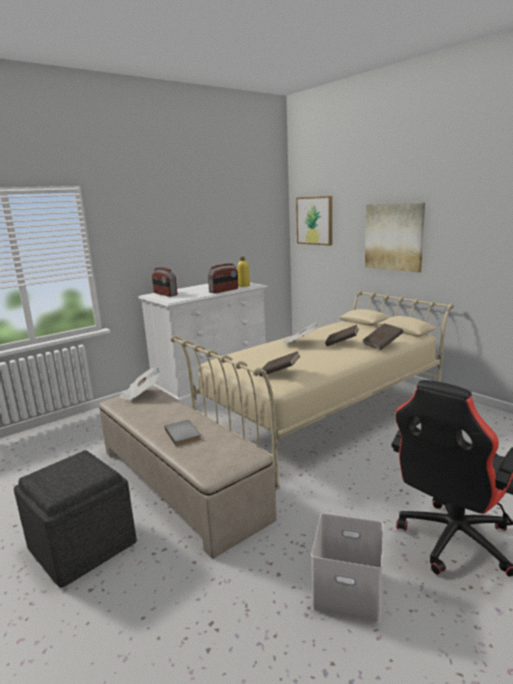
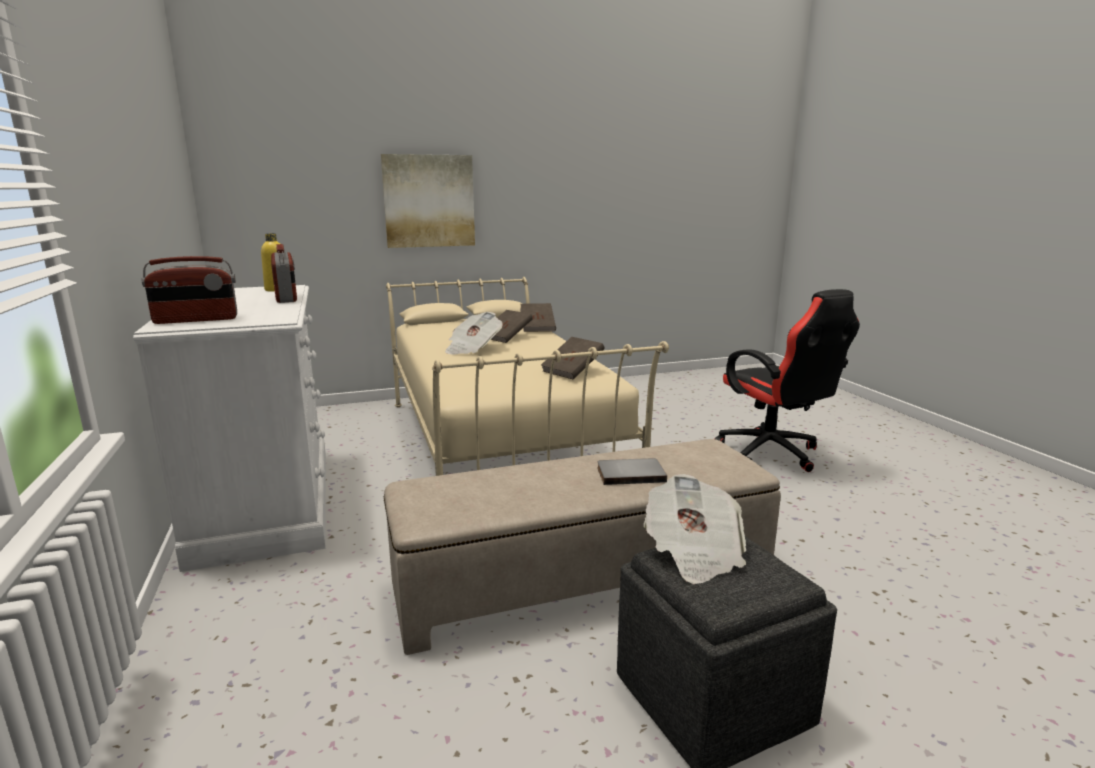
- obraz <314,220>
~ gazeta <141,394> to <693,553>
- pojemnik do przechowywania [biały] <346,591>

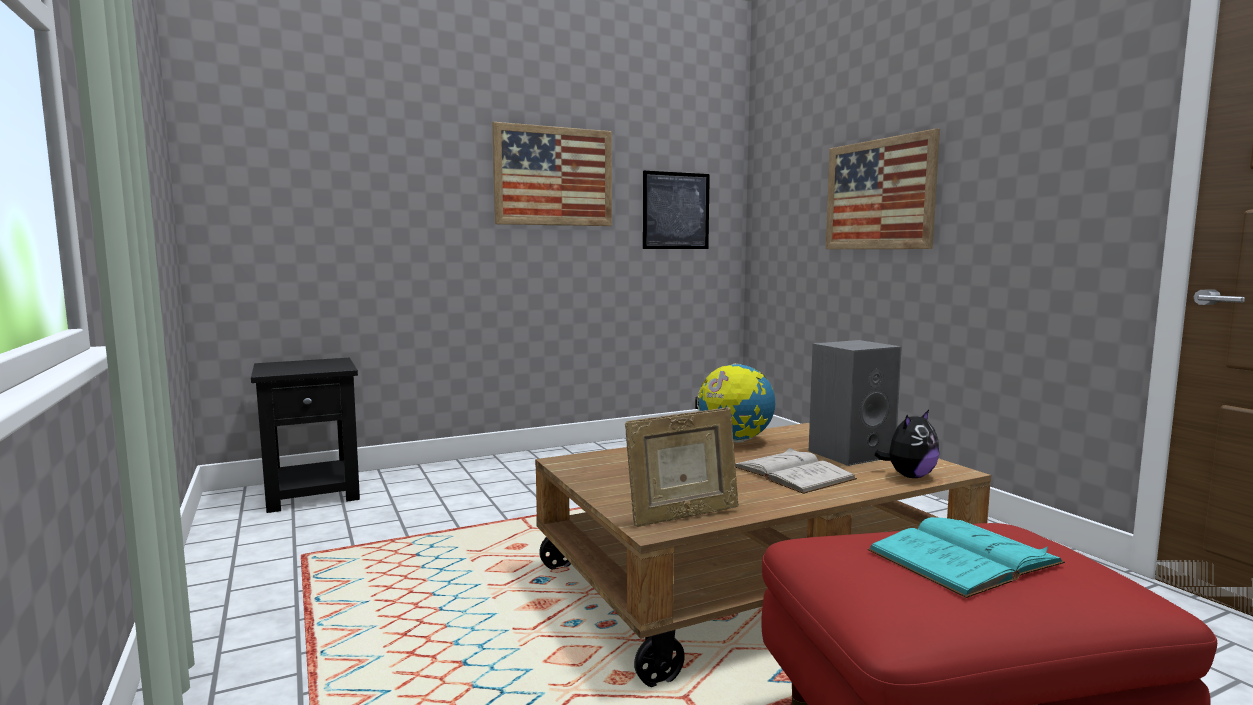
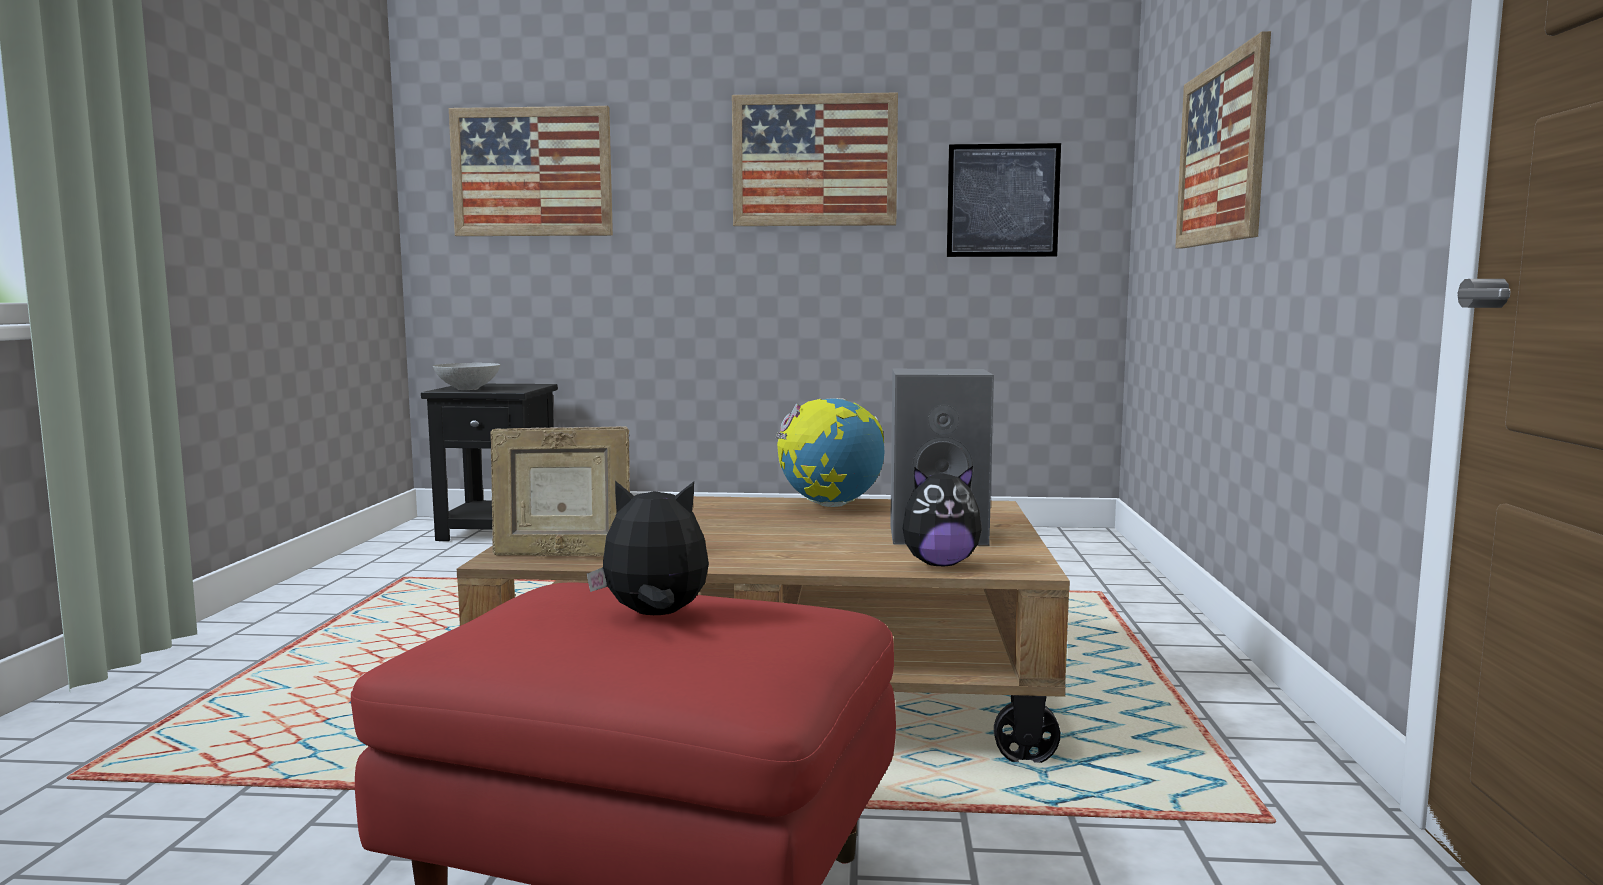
- książka [biały] <792,473>
~ książka [turkusowy] <963,556> to pluszak <655,616>
+ obraz <532,172>
+ miska [szary] <467,389>

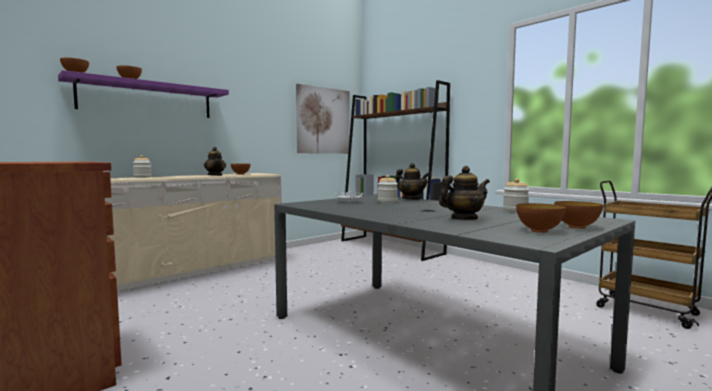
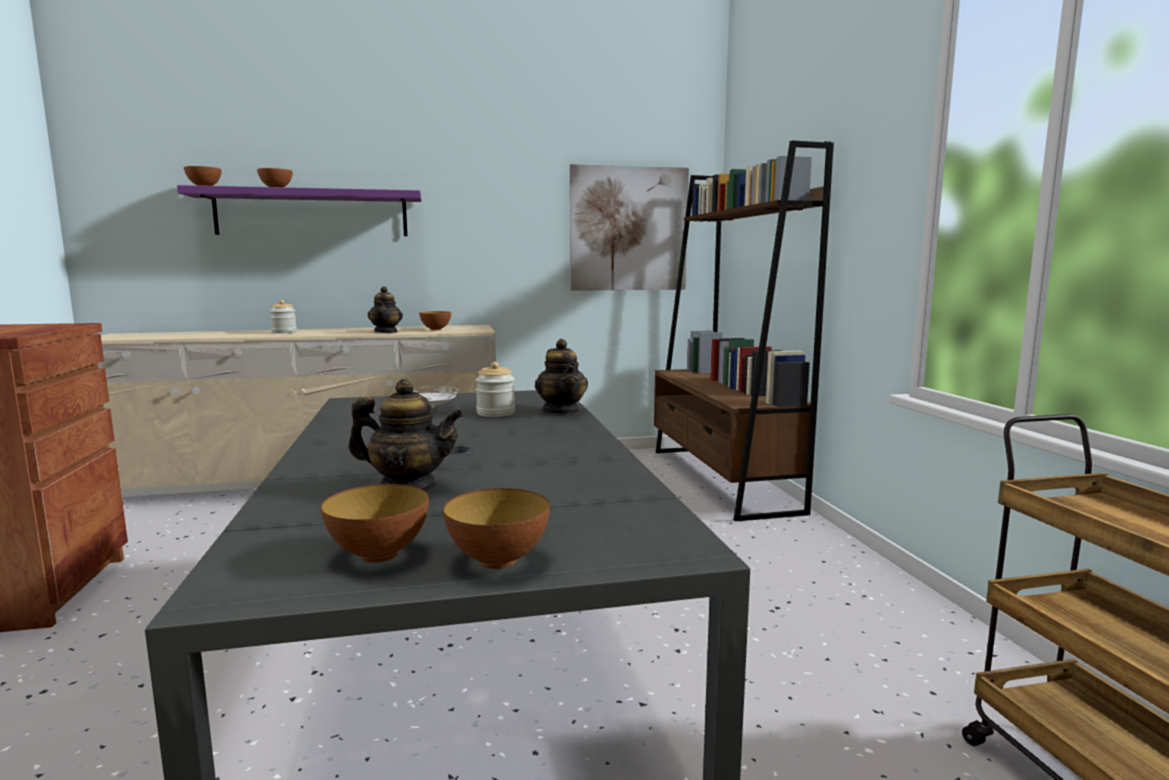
- słoik <515,211>

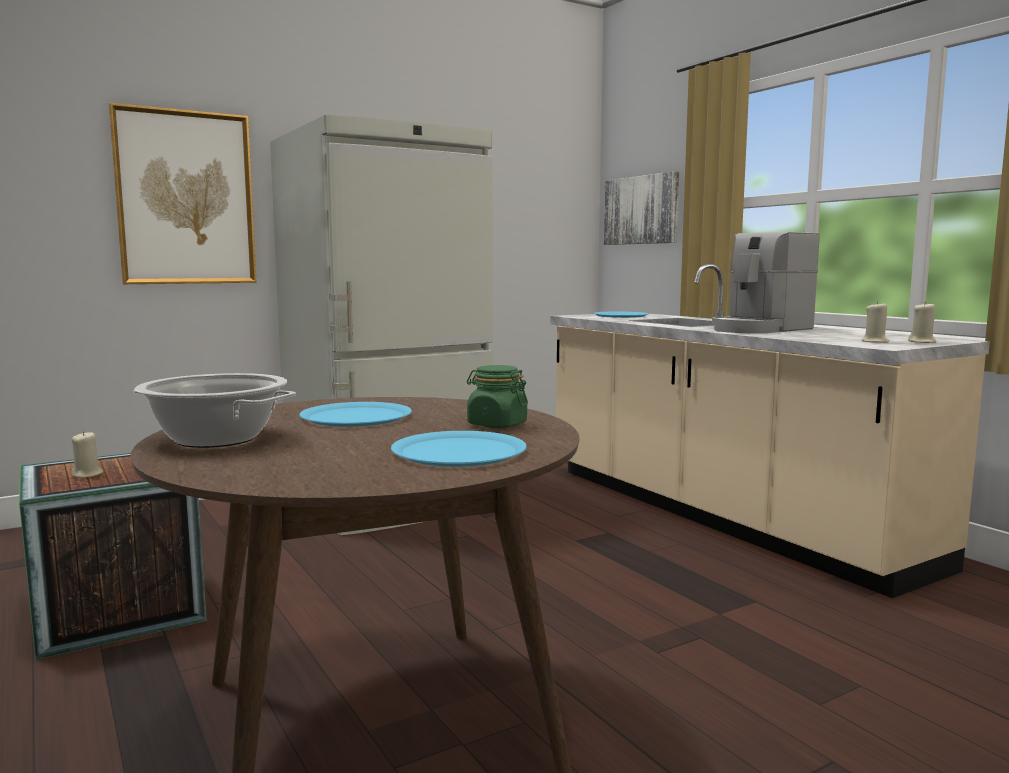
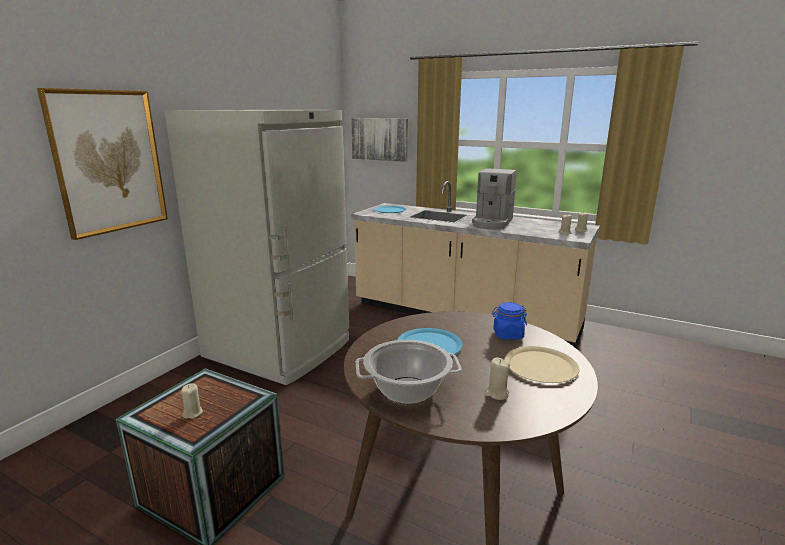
~ słoik [zielony] <496,424> to słoik [niebieski] <507,335>
~ talerz [niebieski] <458,451> to talerz [beżowy] <540,366>
+ świeca [beżowy] <497,393>

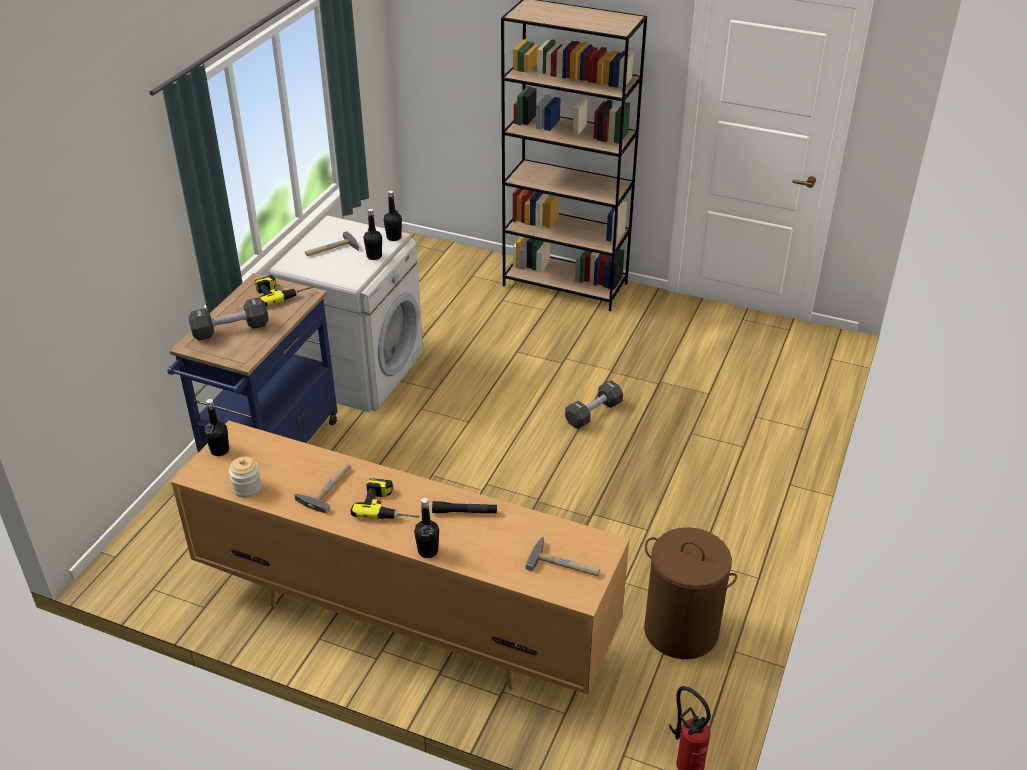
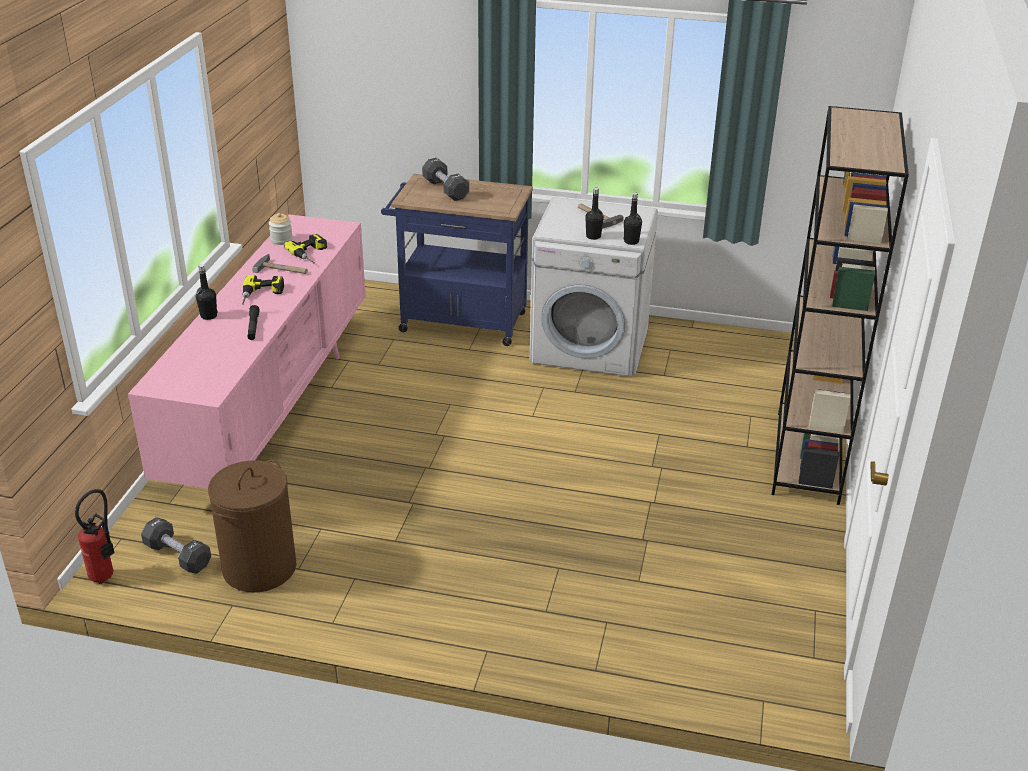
~ wiertarka <282,292> to <312,254>
~ hantel [czarny] <593,413> to <178,556>
- butelka [czarny] <220,450>
~ szafka [brązowy] <401,621> to szafka [różowy] <271,410>
- młotek <565,564>

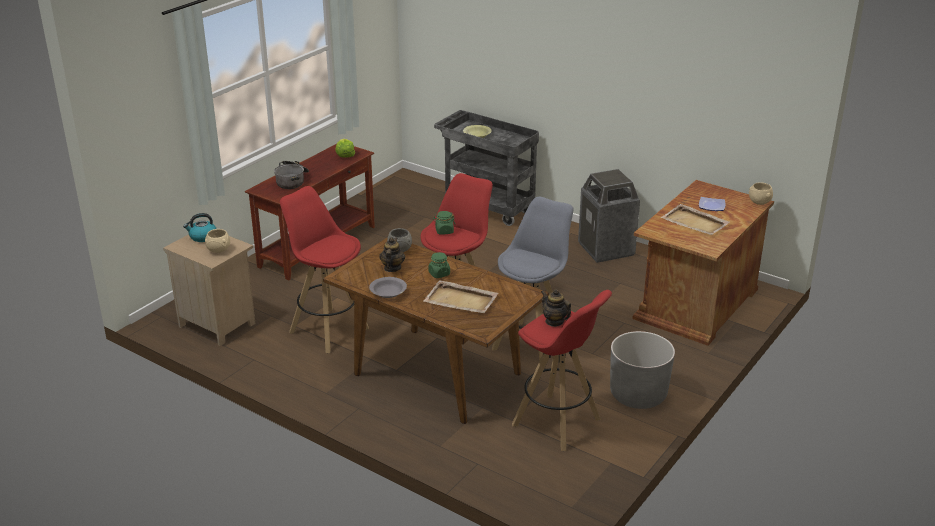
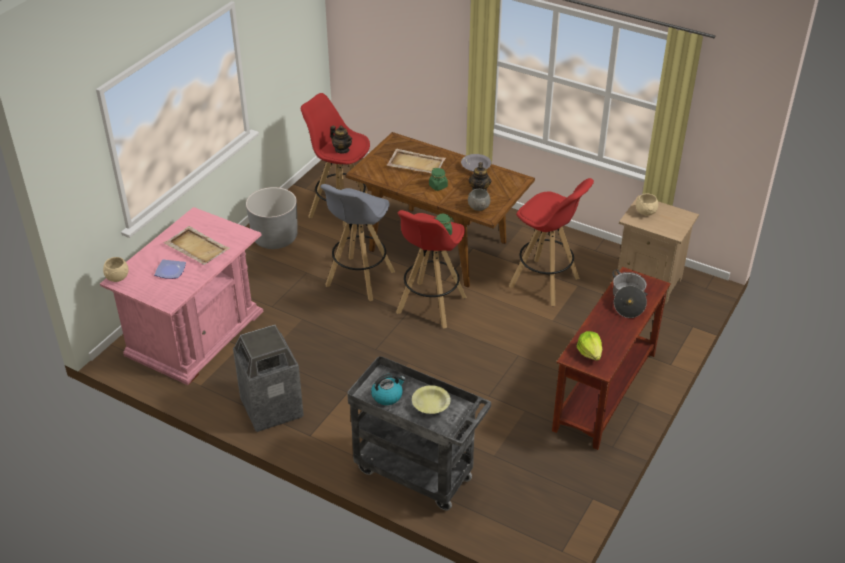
~ szafka [brązowy] <695,304> to szafka [różowy] <196,333>
~ czajnik <202,237> to <387,396>

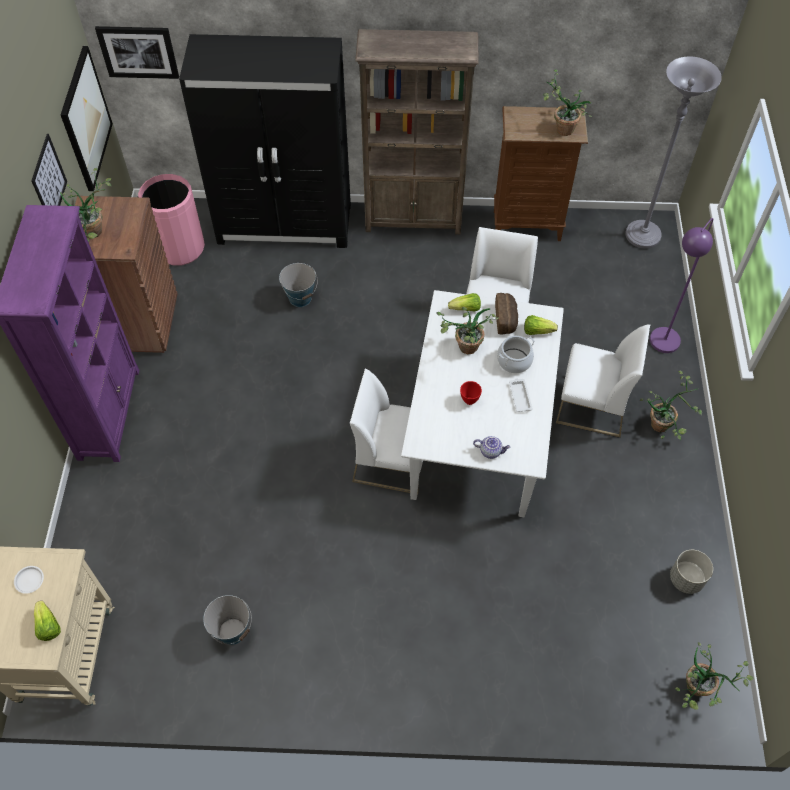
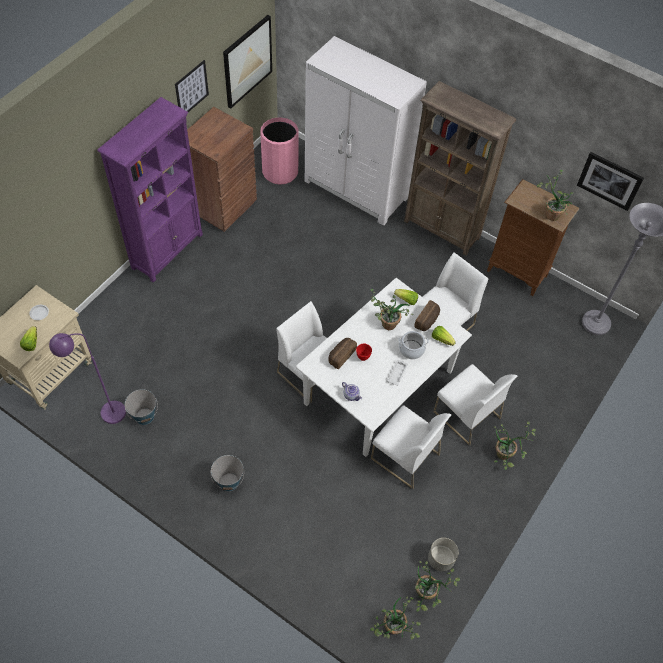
~ obraz <138,51> to <610,180>
~ szafka [czarny] <285,225> to szafka [biały] <355,190>
~ roślina doniczkowa <97,233> to <427,596>
~ lampa stojąca [fioletowy] <660,347> to <105,415>
~ wiadro <300,298> to <229,482>
+ chleb <340,355>
+ krzesło [biały] <404,456>

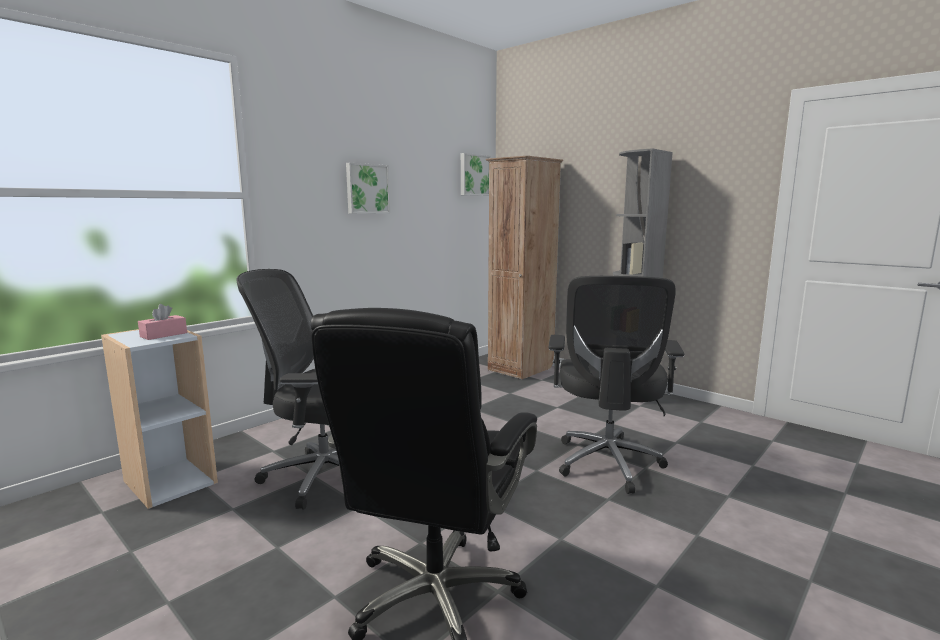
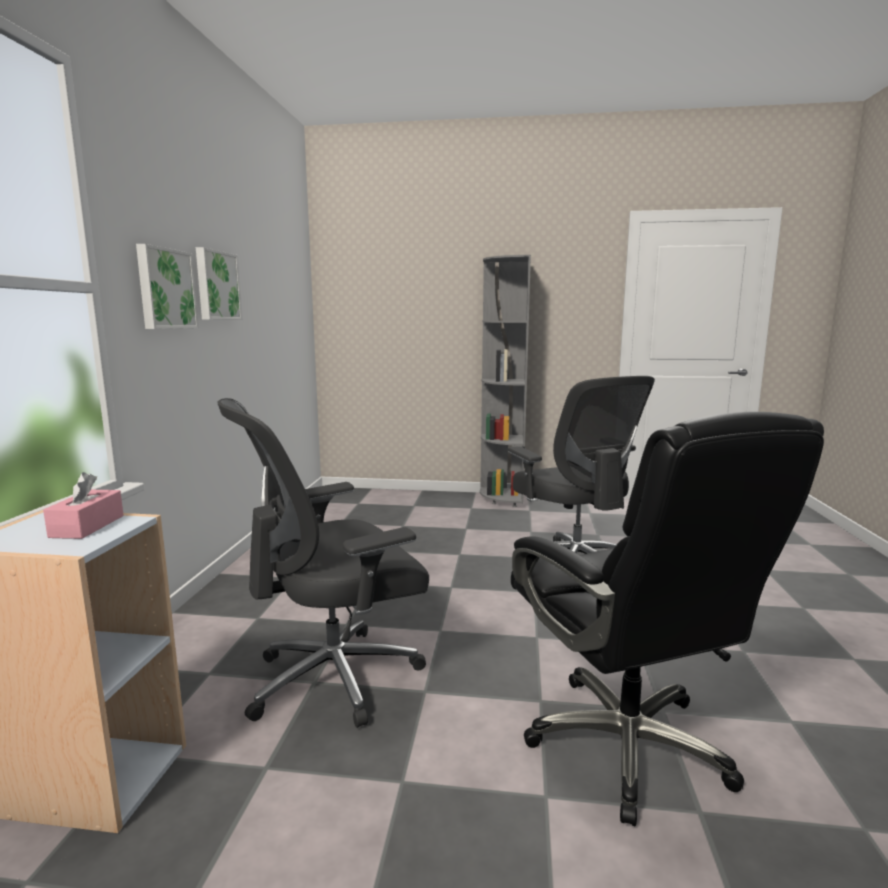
~ obraz <474,175> to <165,289>
- szafka [brązowy] <520,369>

